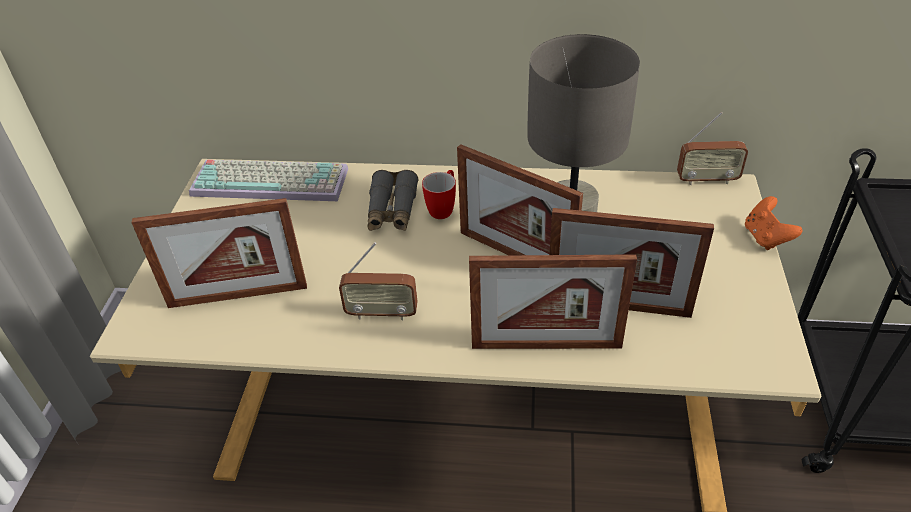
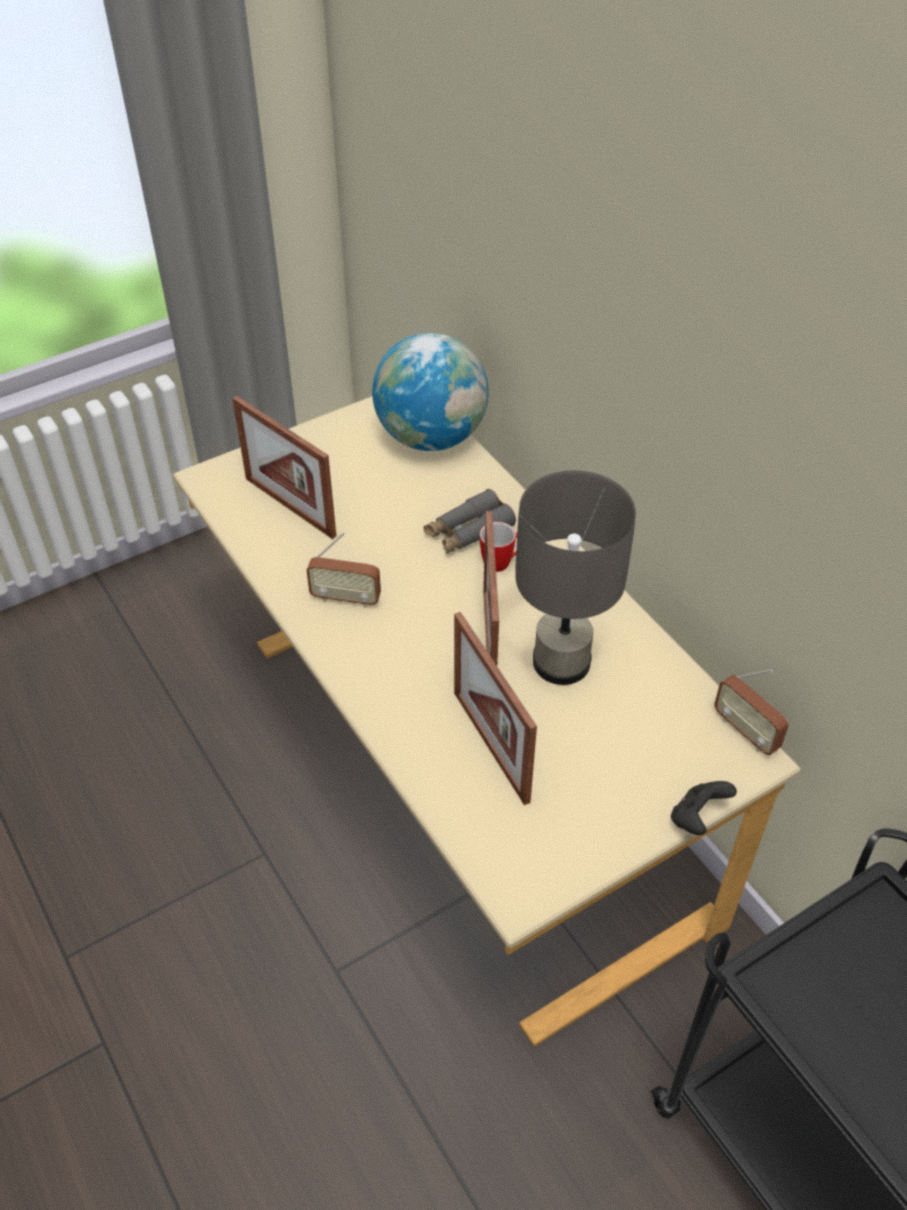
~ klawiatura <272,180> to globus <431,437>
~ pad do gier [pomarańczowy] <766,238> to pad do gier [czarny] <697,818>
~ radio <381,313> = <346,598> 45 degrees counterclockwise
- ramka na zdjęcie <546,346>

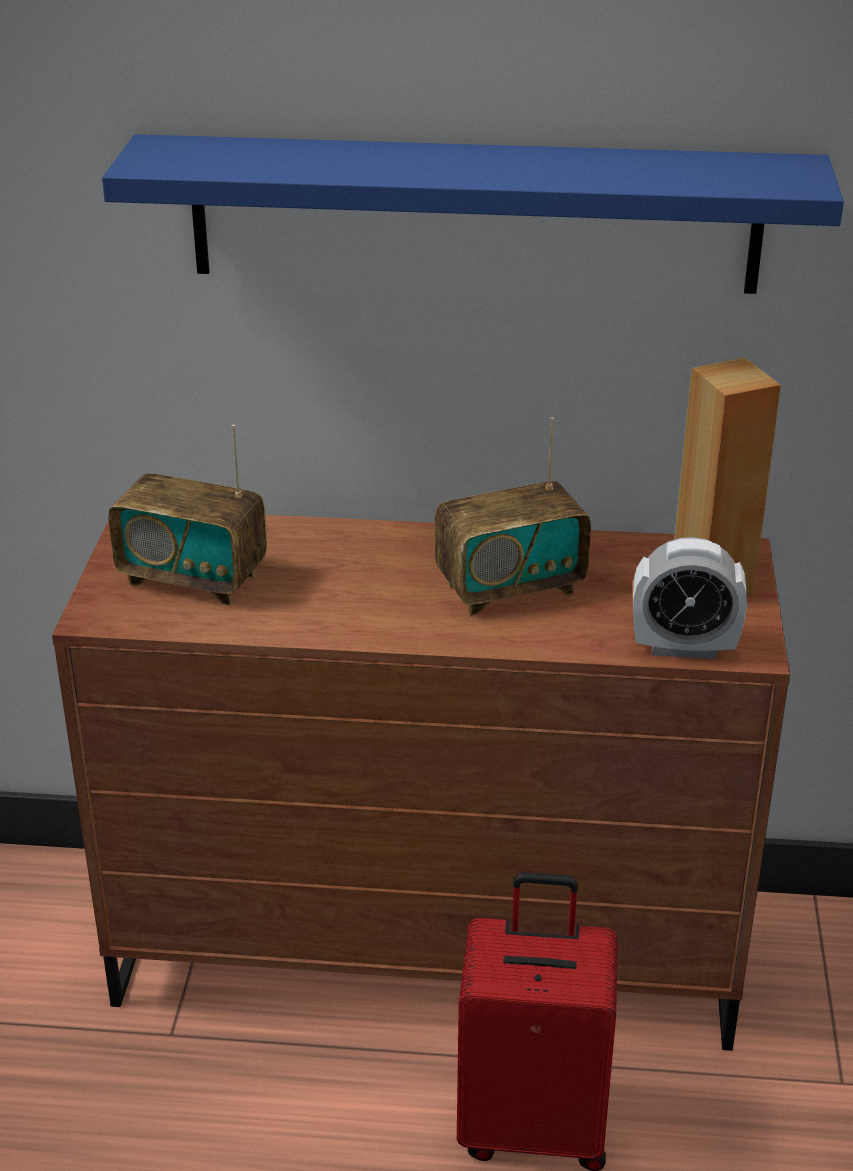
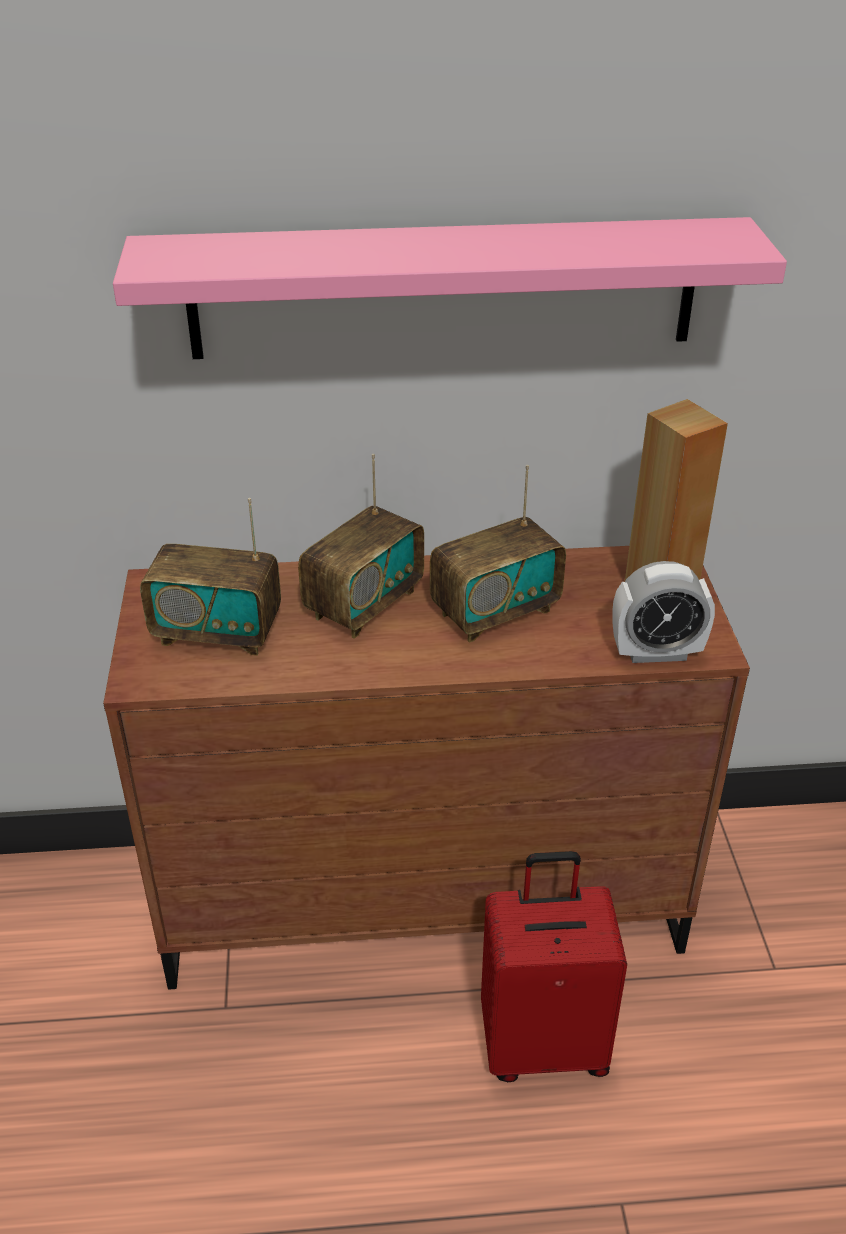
~ półka [niebieski] <474,214> to półka [różowy] <443,289>
+ radio <364,604>

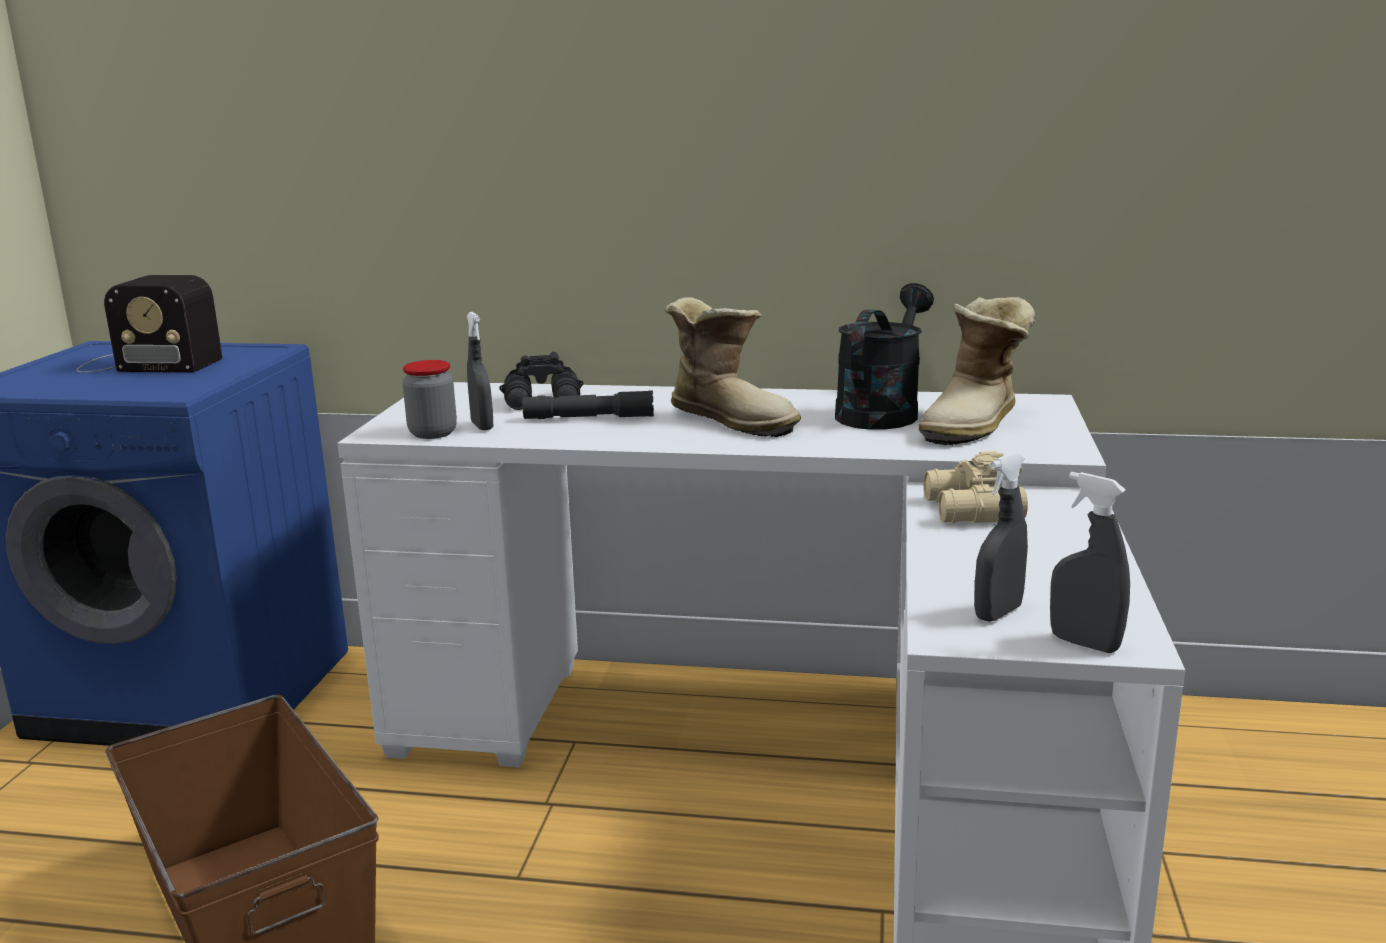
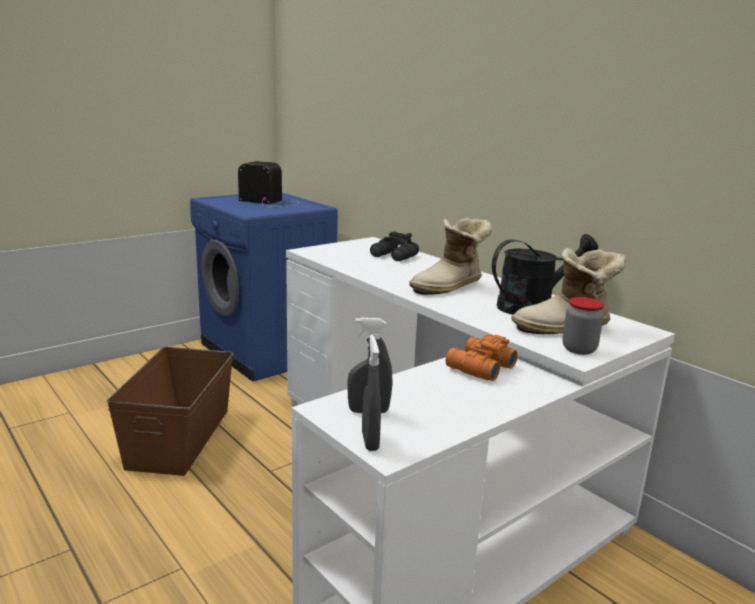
~ radio <145,363> = <271,202> 150 degrees clockwise
~ but z cholewką <732,420> = <450,287> 60 degrees clockwise
- spryskiwacz [szary] <482,426>
~ słoik <433,433> to <579,349>
- latarka [szary] <589,418>
~ lornetka [beżowy] <970,511> to lornetka [pomarańczowy] <478,368>

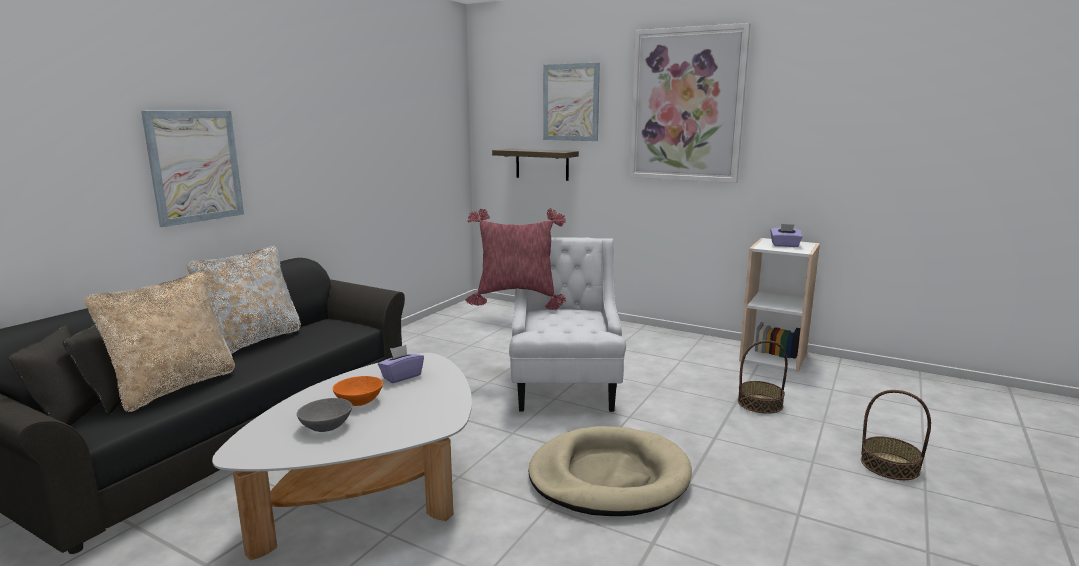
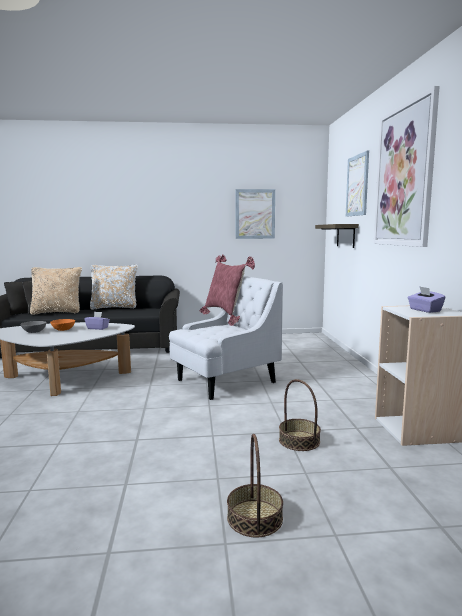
~ obraz <195,166> to <255,214>
- legowisko [beżowy] <609,477>

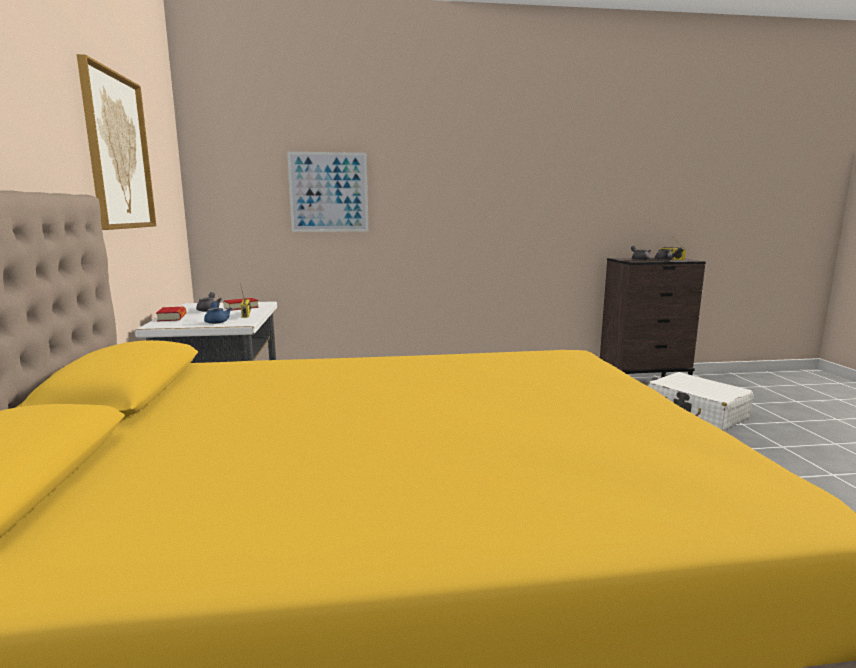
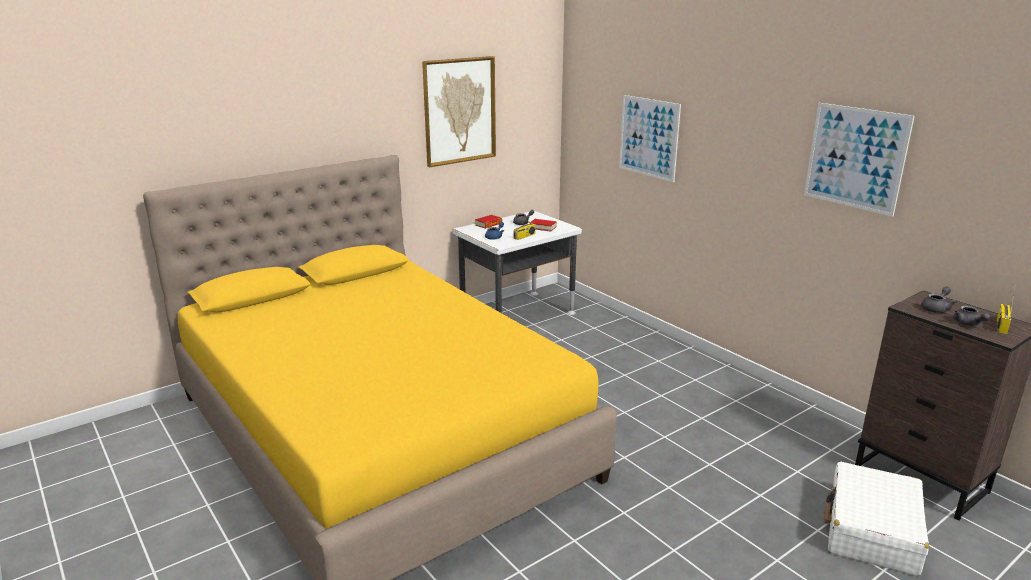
+ obraz <855,158>

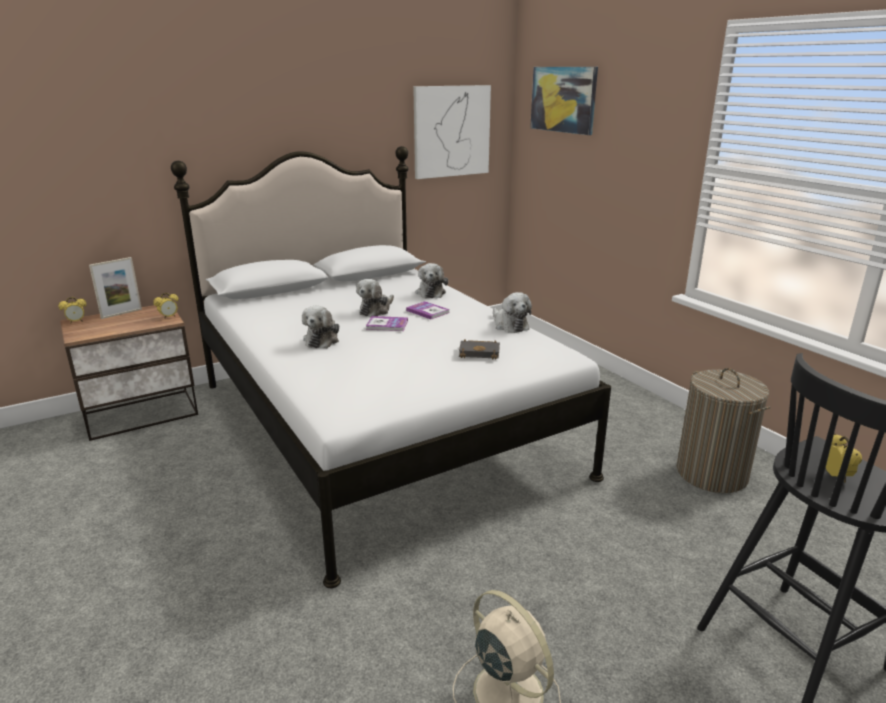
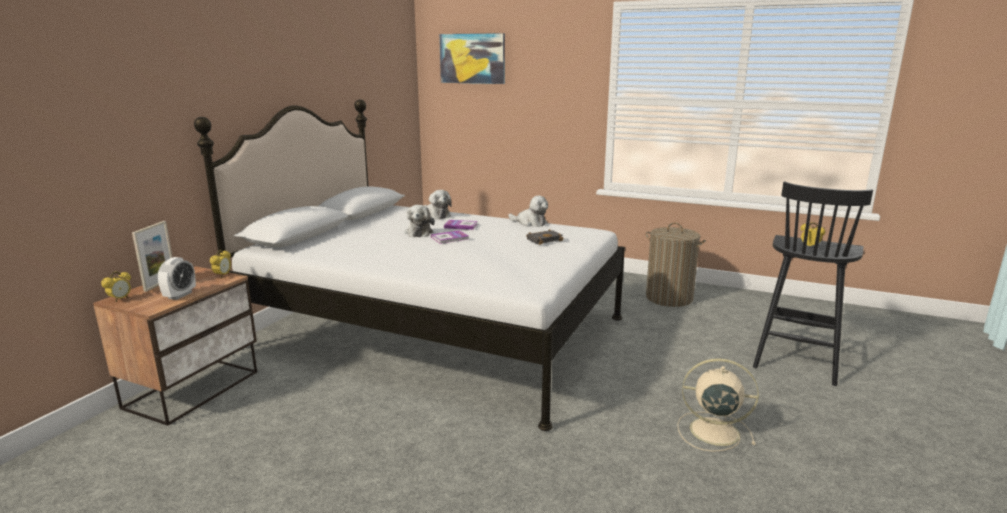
- obraz <451,131>
- pluszak <322,340>
+ budzik <180,295>

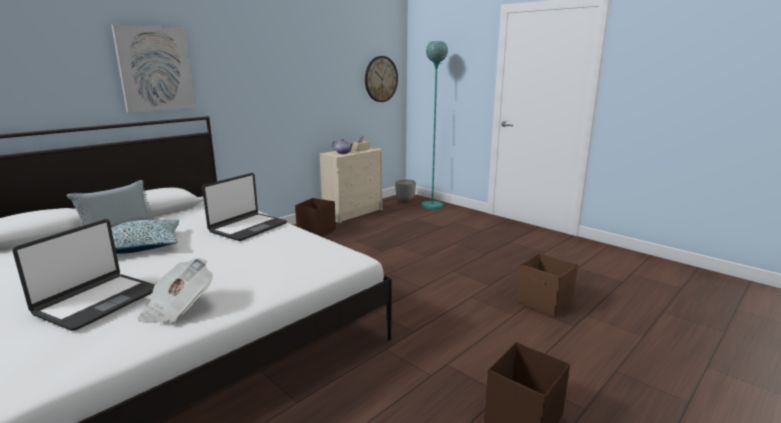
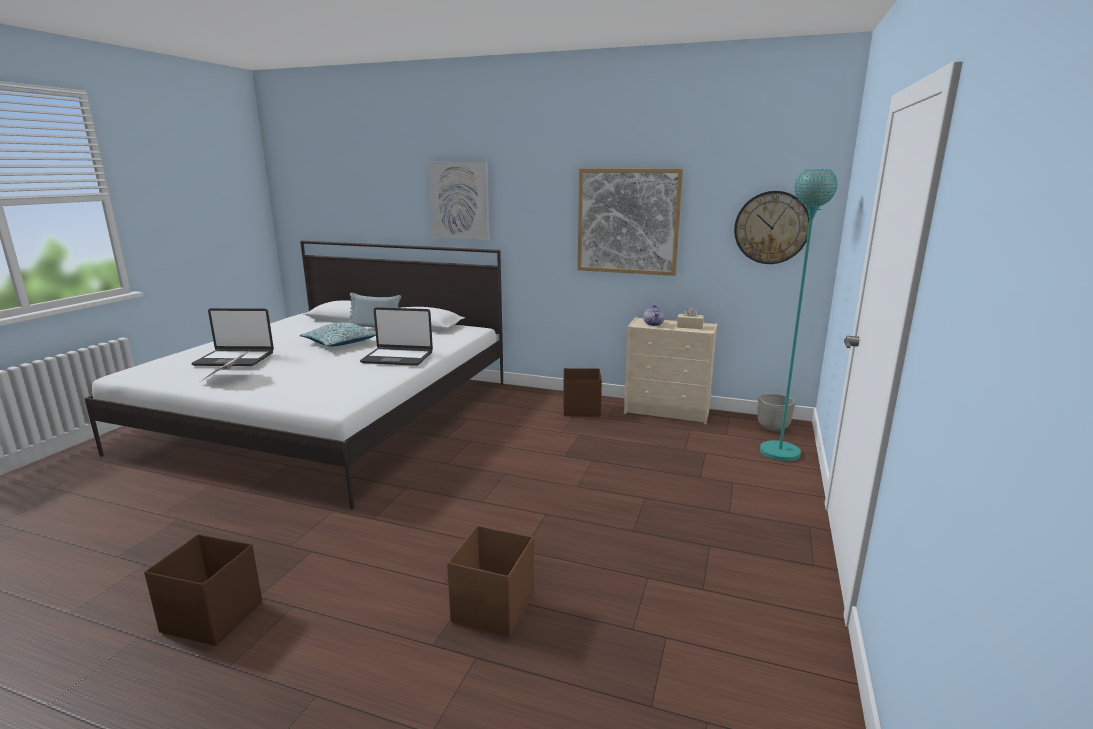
+ obraz <628,221>

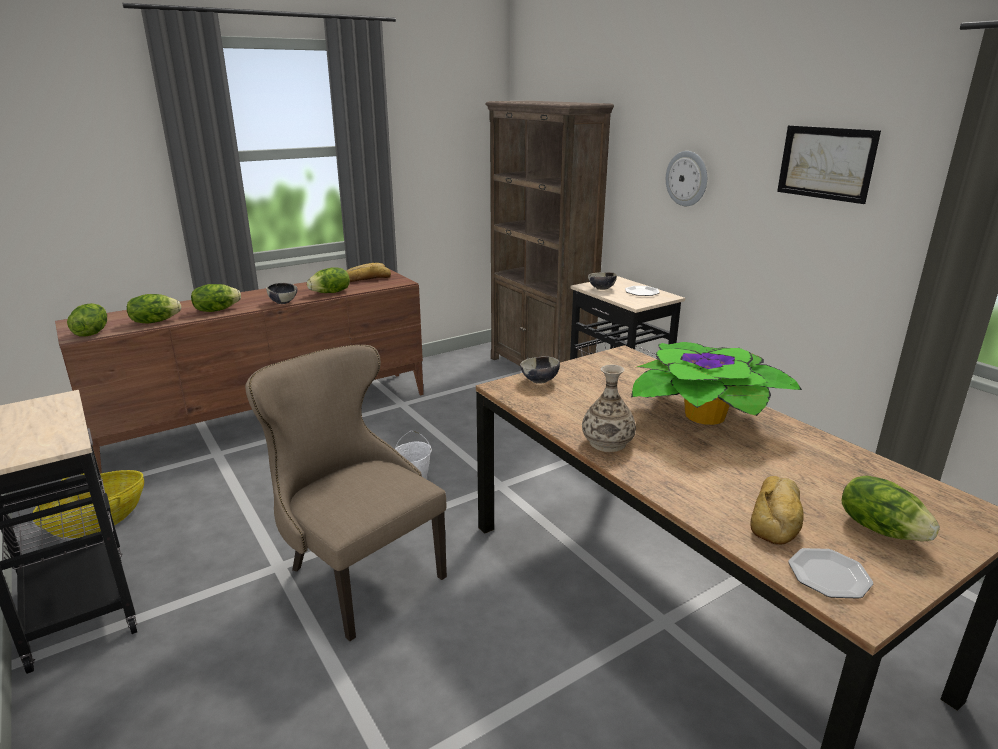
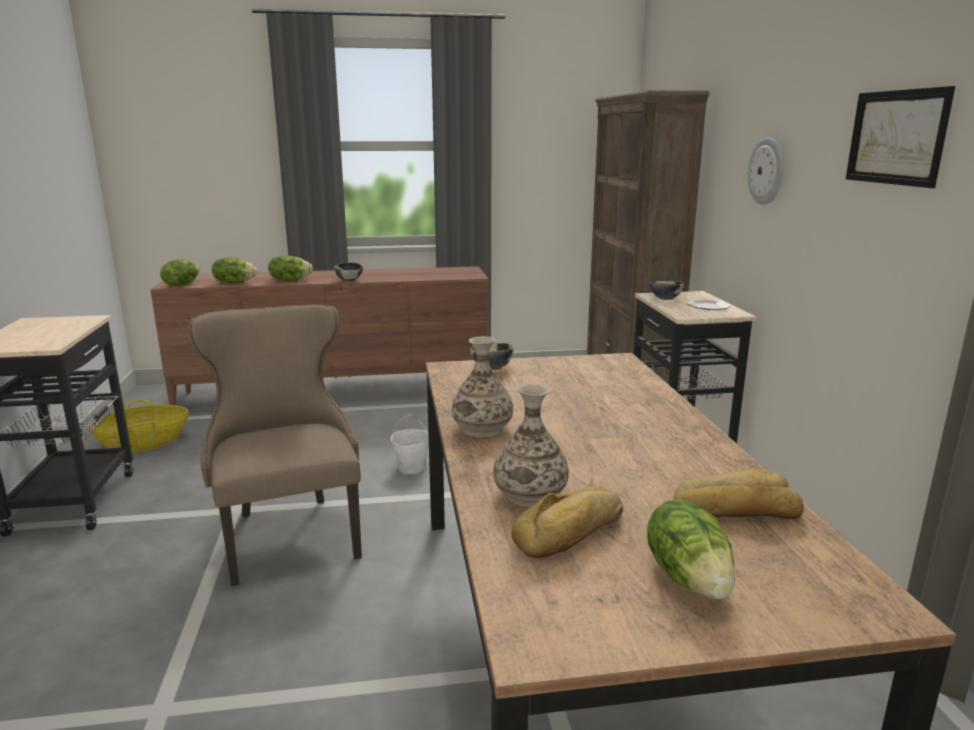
~ chleb <367,278> to <734,509>
- sałata <331,293>
- roślina doniczkowa <702,413>
- talerz <829,576>
+ wazon <530,494>

